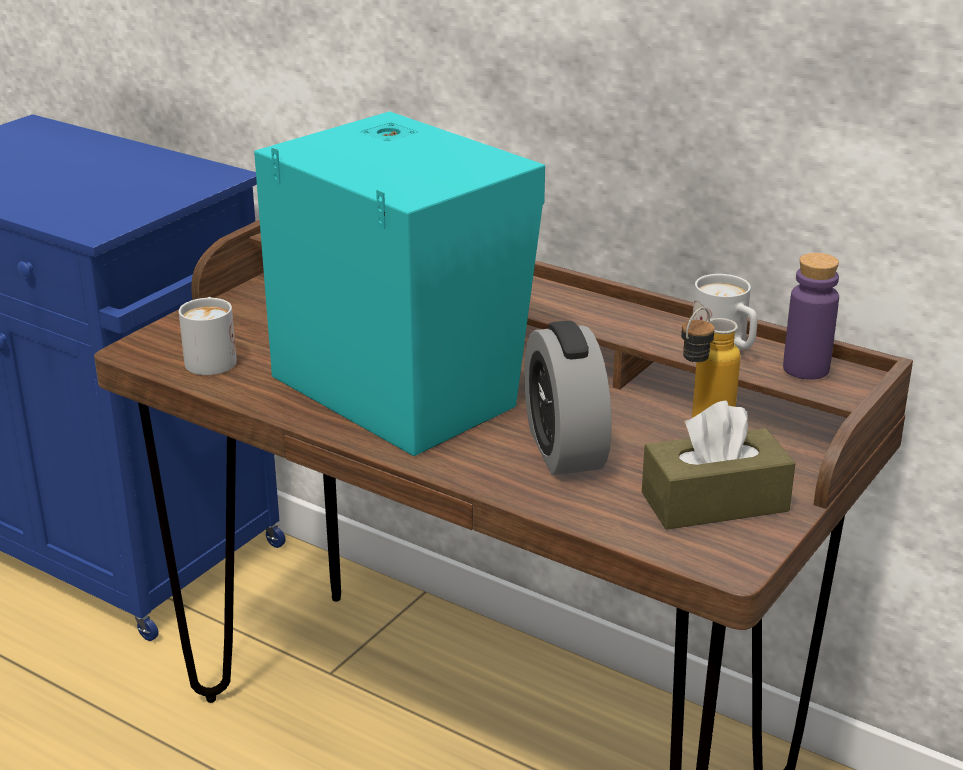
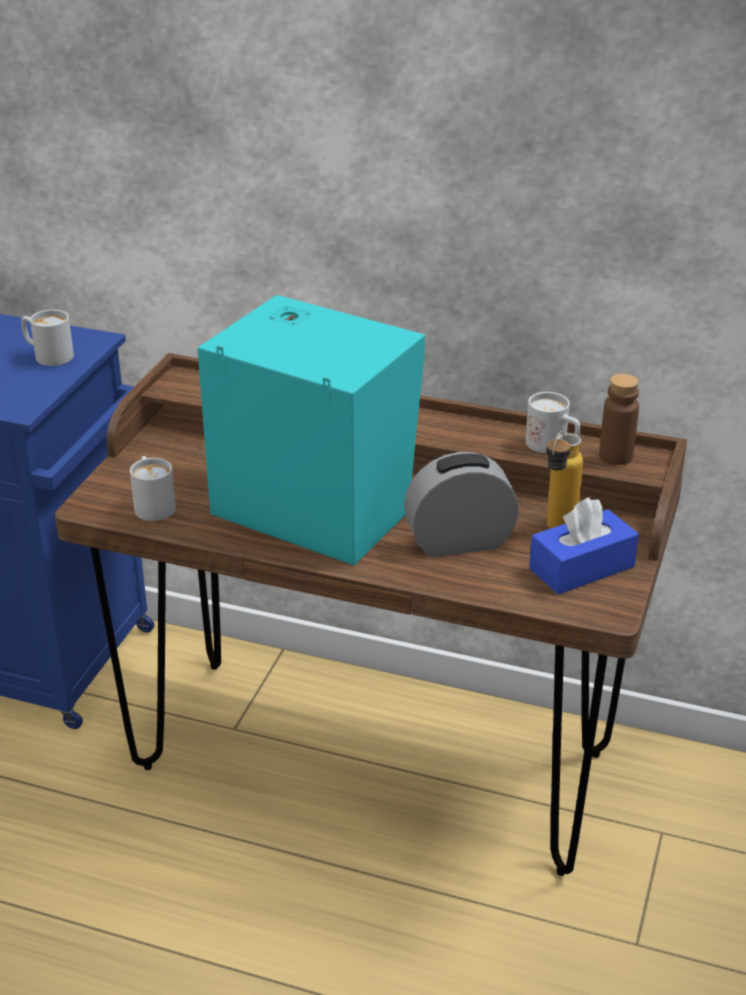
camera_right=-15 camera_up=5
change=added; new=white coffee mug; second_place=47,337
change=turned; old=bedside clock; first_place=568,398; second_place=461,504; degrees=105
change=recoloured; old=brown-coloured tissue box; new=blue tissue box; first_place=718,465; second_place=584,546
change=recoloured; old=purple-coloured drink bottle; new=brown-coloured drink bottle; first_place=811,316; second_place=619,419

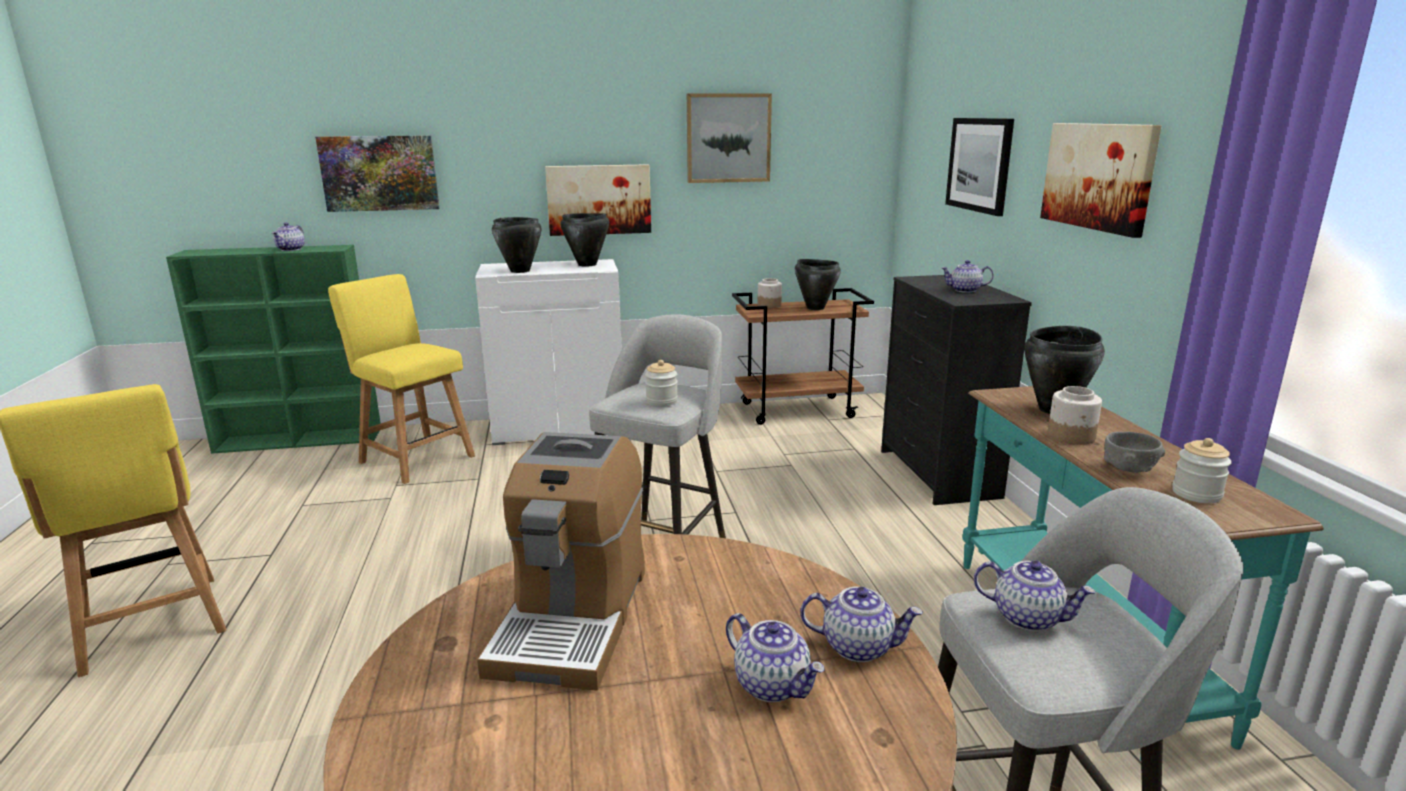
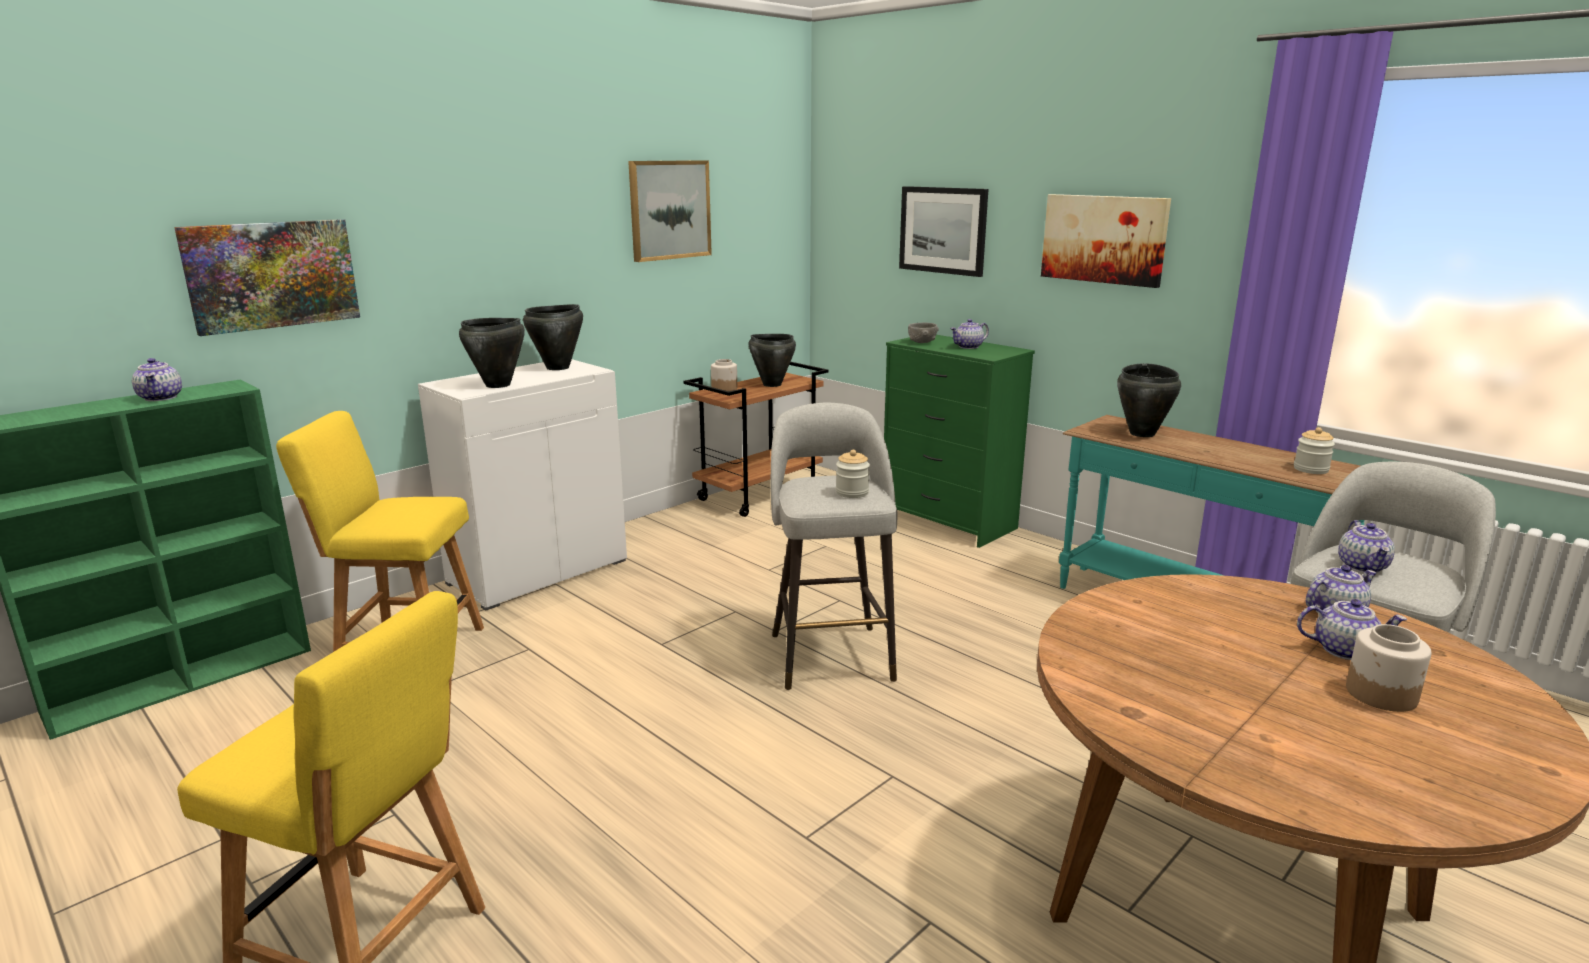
camera_right=-35 camera_up=0
change=recoloured; old=black chest of drawers; new=green-coloured chest of drawers; first_place=956,390; second_place=959,441
change=moved; old=gray deep dish; first_place=1135,452; second_place=923,332
change=turned; old=tea pot; first_place=1035,596; second_place=1366,546; degrees=105
change=moved; old=storage jar; first_place=1075,415; second_place=1389,668
change=removed; old=coffee maker; first_place=561,561
change=removed; old=picture; first_place=598,200

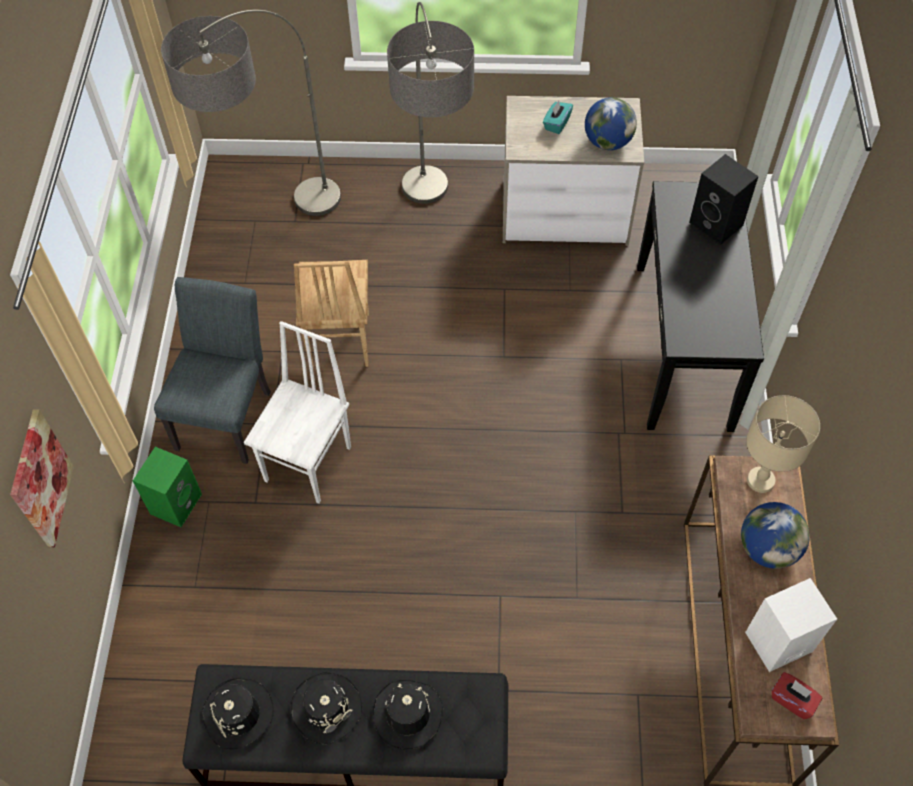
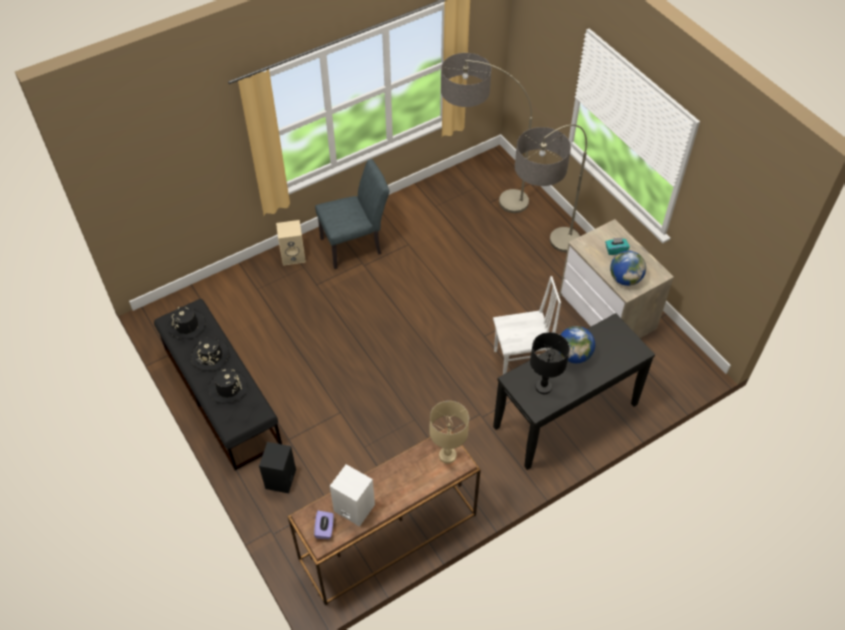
camera_right=55 camera_up=-5
change=moved; old=black loudspeaker; first_place=724,199; second_place=277,467
change=recoloured; old=green-coloured loudspeaker; new=sand-coloured loudspeaker; first_place=167,487; second_place=291,243
change=recoloured; old=red tissue box; new=purple-coloured tissue box; first_place=797,695; second_place=324,525
change=moved; old=white upright chair; first_place=297,412; second_place=527,325
change=added; new=black tabletop lamp; second_place=550,363
change=moved; old=world globe; first_place=775,535; second_place=577,344
change=removed; old=picture; first_place=42,478
change=removed; old=brown-coloured upright chair; first_place=331,314

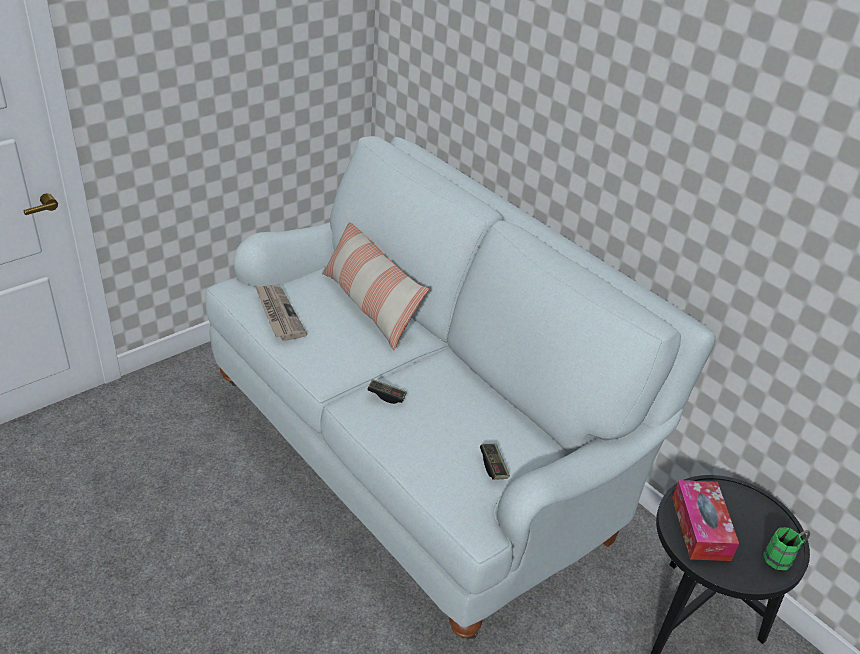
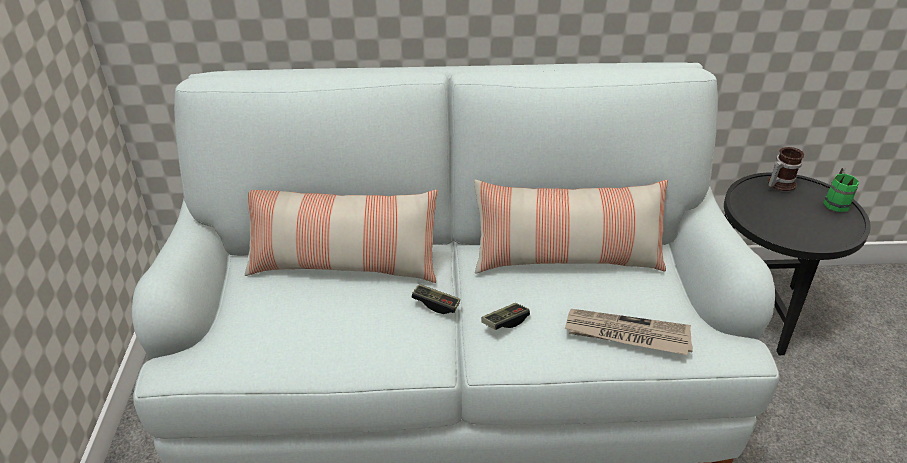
camera_right=-50 camera_up=0
change=moved; old=game controller; first_place=495,461; second_place=436,299
change=added; new=cushion; second_place=571,227
change=moved; old=newspaper; first_place=281,313; second_place=629,332
change=added; new=coffee mug; second_place=786,169
change=removed; old=tissue box; first_place=705,520

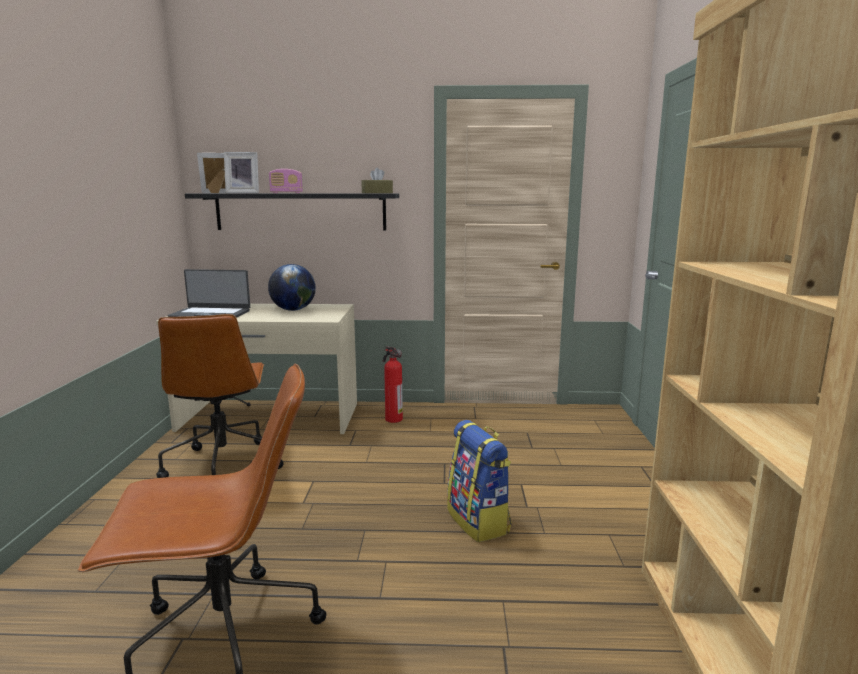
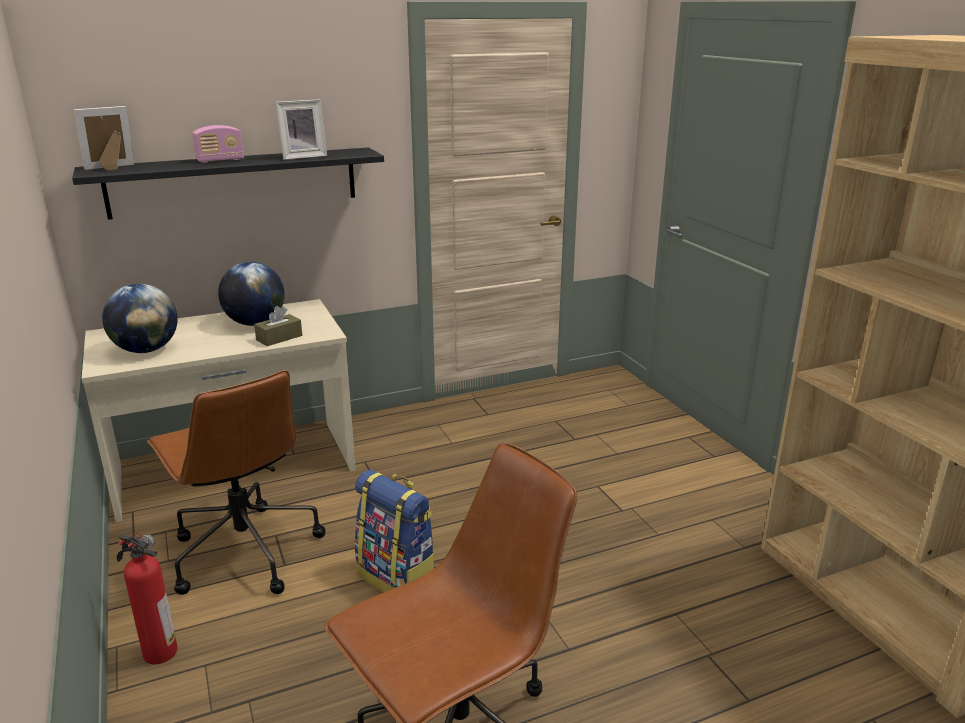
camera_right=-25 camera_up=10
change=replaced; old=portable computer; new=world globe; first_place=209,293; second_place=140,318
change=moved; old=fire extinguisher; first_place=393,384; second_place=147,598
change=moved; old=brown-coloured tissue box; first_place=377,180; second_place=278,326
change=moved; old=standing frame; first_place=241,172; second_place=301,129
change=moved; old=backpack; first_place=479,481; second_place=395,531

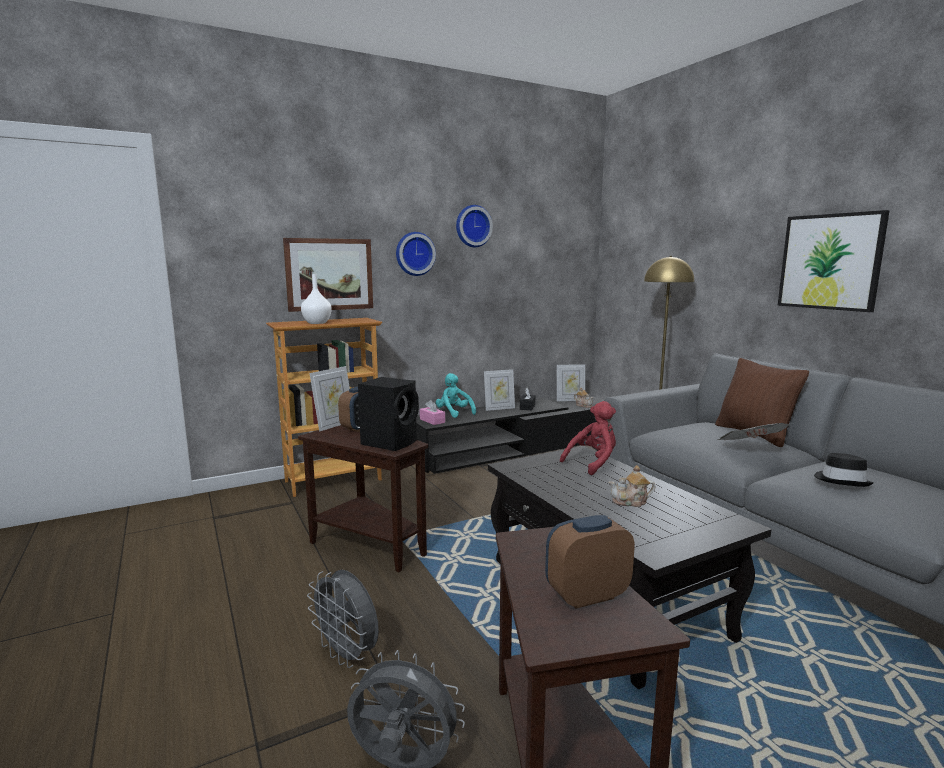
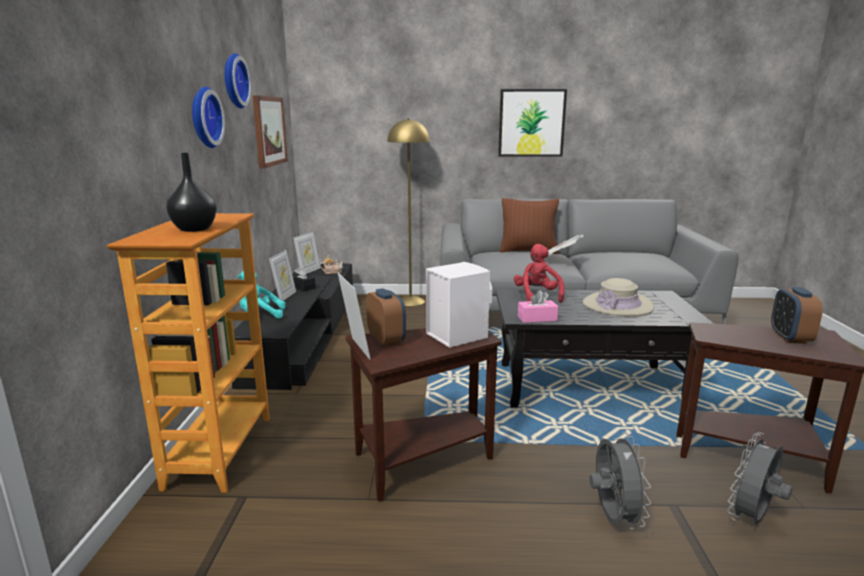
camera_right=-60 camera_up=5
change=recoloured; old=white decorative vase; new=black decorative vase; first_place=316,299; second_place=191,192
change=moved; old=picture; first_place=328,275; second_place=270,132
change=recoloured; old=black loudspeaker; new=white loudspeaker; first_place=388,414; second_place=459,305
change=moved; old=pinkish tissue box; first_place=432,412; second_place=538,306
change=replaced; old=tea pot; new=sand-coloured wearable hat; first_place=631,486; second_place=618,297
change=turned; old=gray fan; first_place=343,619; second_place=620,481; degrees=-75
change=removed; old=black wearable hat; first_place=844,470

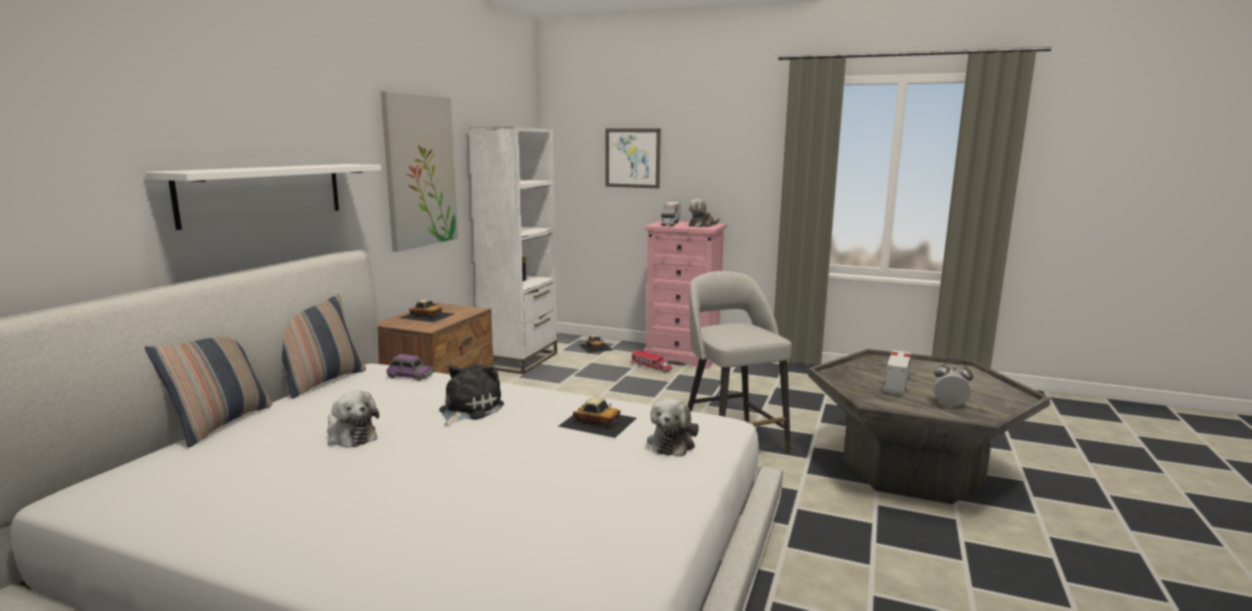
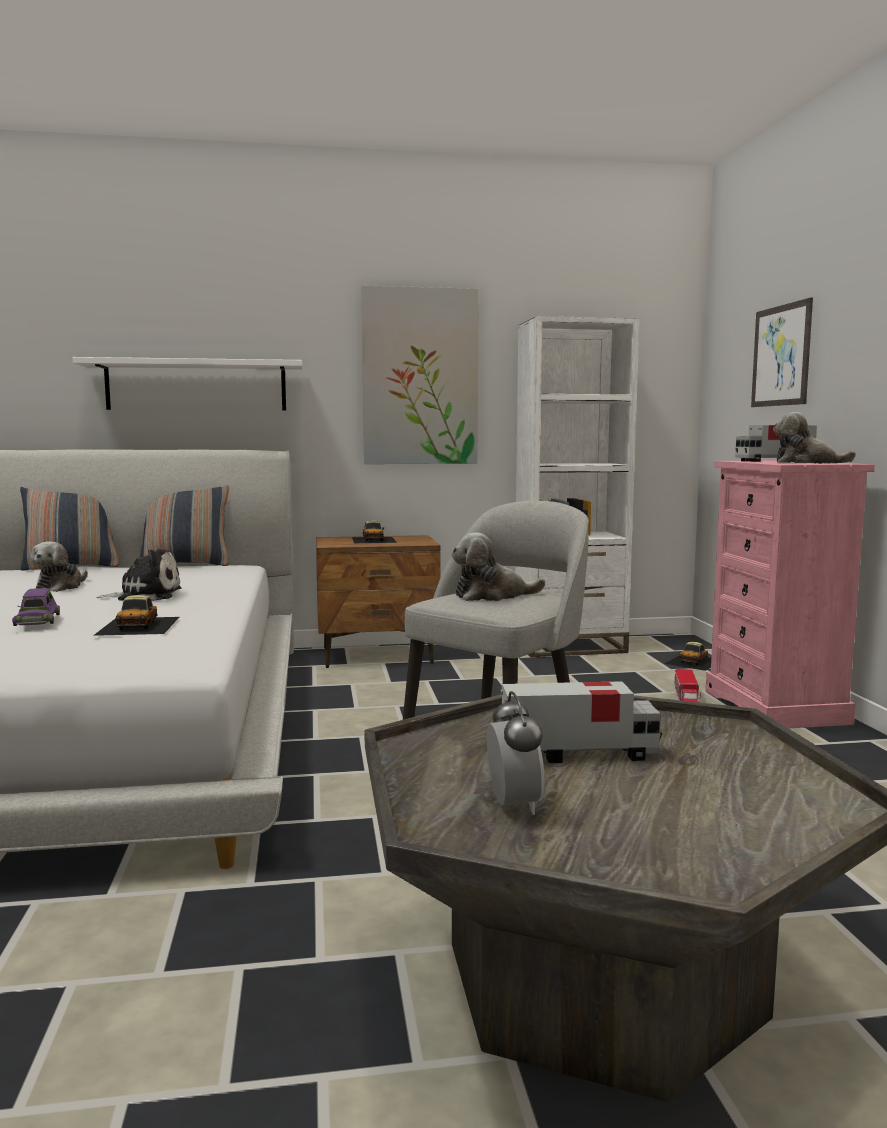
camera_right=60 camera_up=-5
change=moved; old=purple-coloured toy car; first_place=410,367; second_place=36,607
change=moved; old=plush toy; first_place=673,427; second_place=498,566

